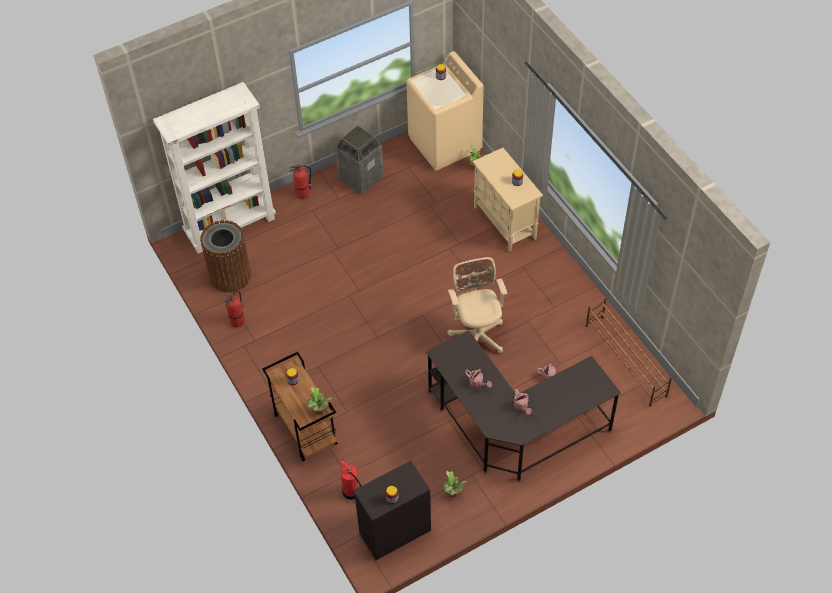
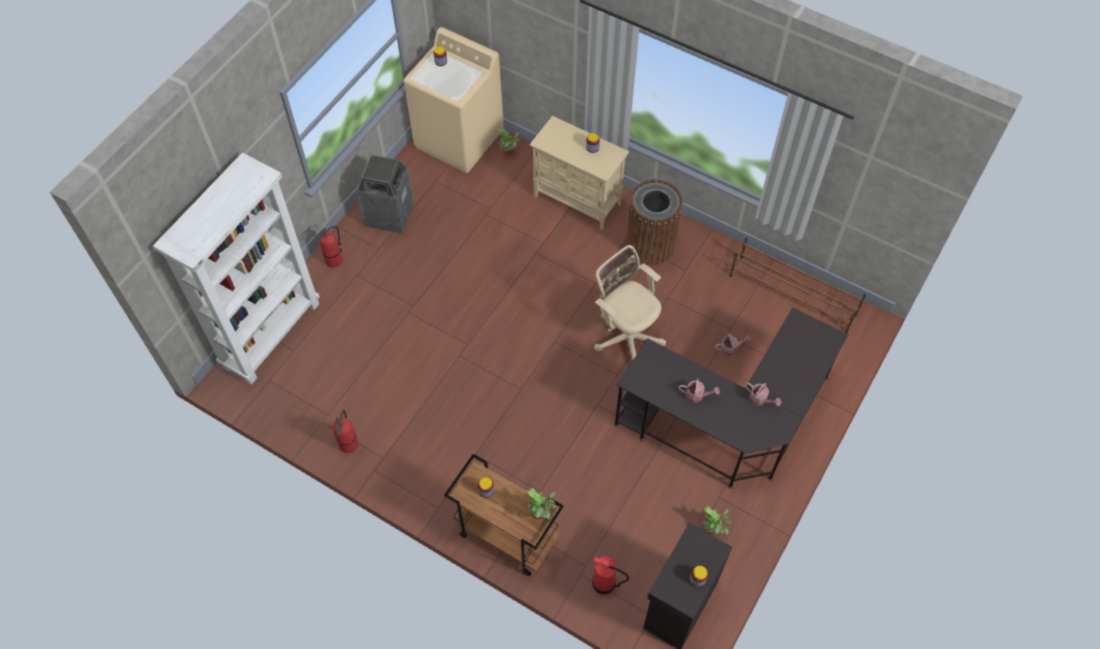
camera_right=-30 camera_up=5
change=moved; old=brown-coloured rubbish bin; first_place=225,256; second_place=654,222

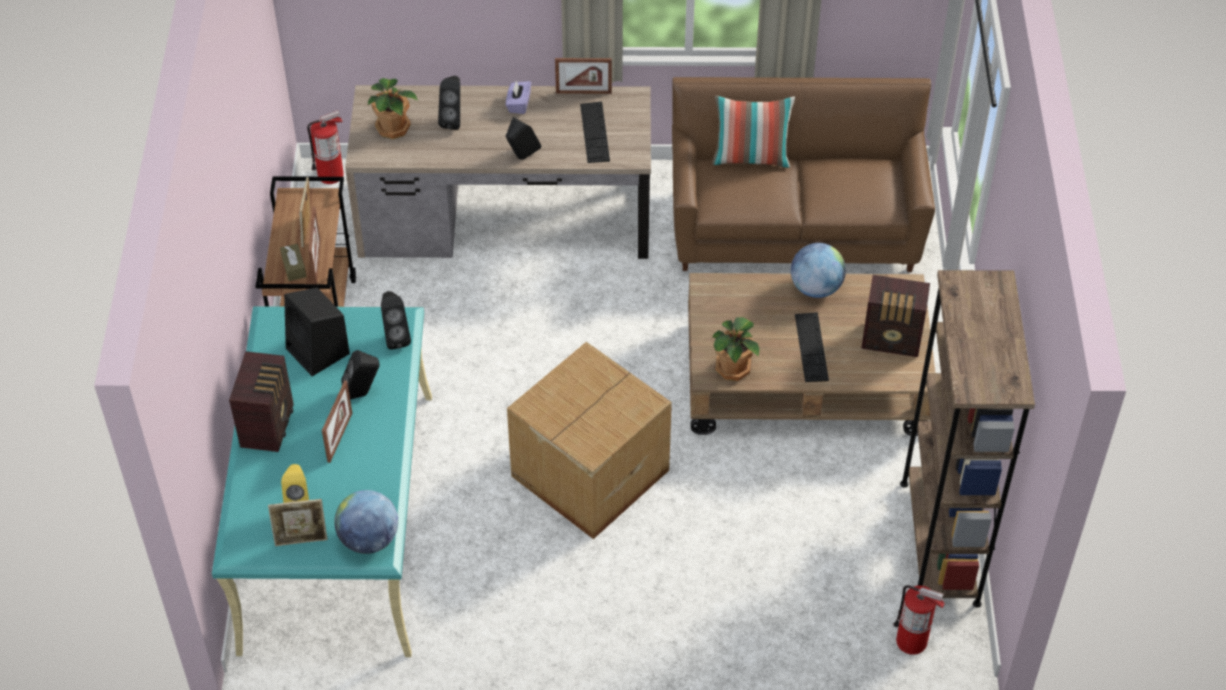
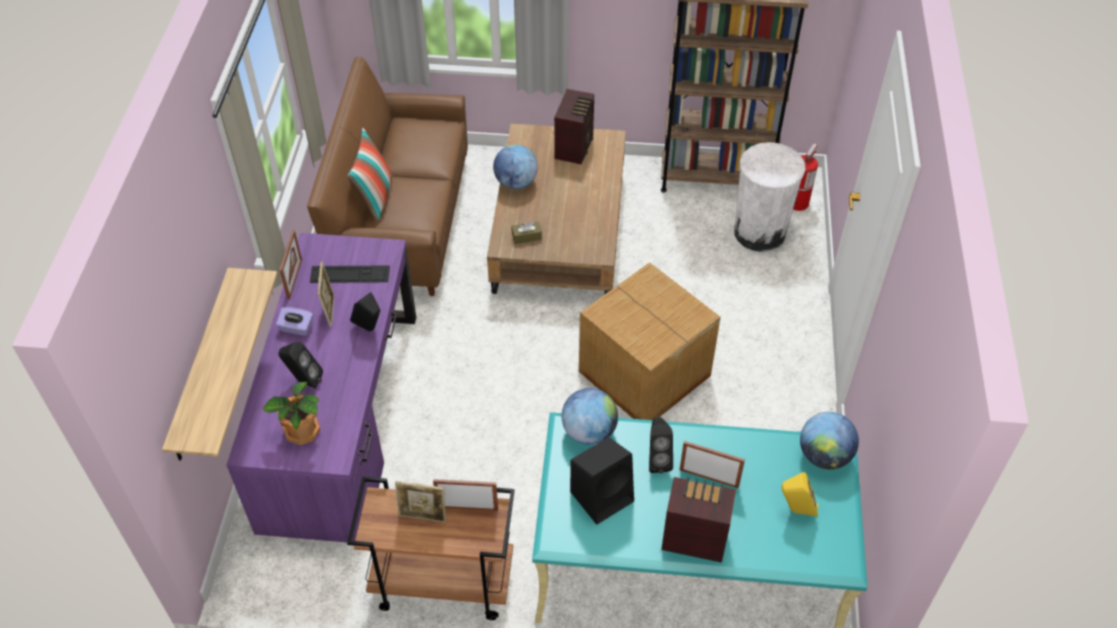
camera_right=-85 camera_up=0
change=added; new=bracket shelf; second_place=219,364
change=recoloured; old=brown-coloured desk unit; new=purple-coloured desk unit; first_place=498,172; second_place=321,387
change=moved; old=standing frame; first_place=298,522; second_place=326,294
change=moved; old=brown-coloured tissue box; first_place=293,262; second_place=527,232
change=replaced; old=black loudspeaker; new=world globe; first_place=396,320; second_place=590,416
change=added; new=white rubbish bin; second_place=770,197
change=removed; old=fire extinguisher; first_place=325,147
change=removed; old=potted plant; first_place=736,349
change=removed; old=keyboard; first_place=812,347

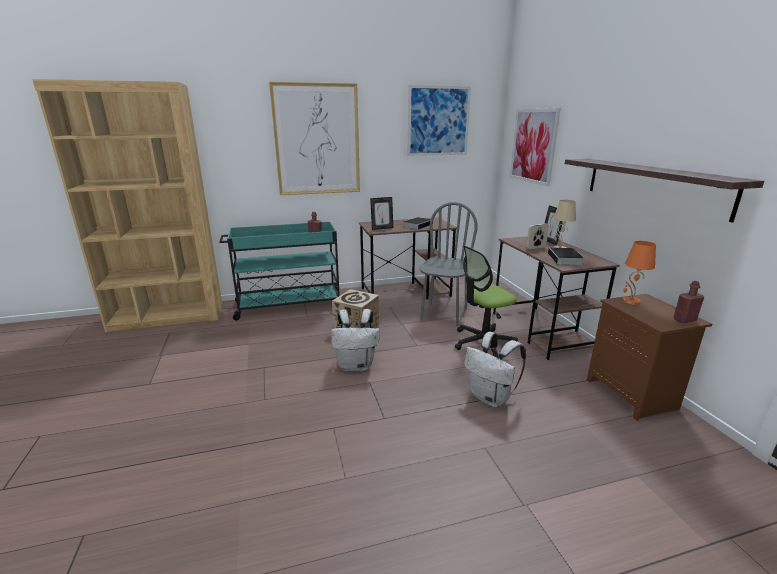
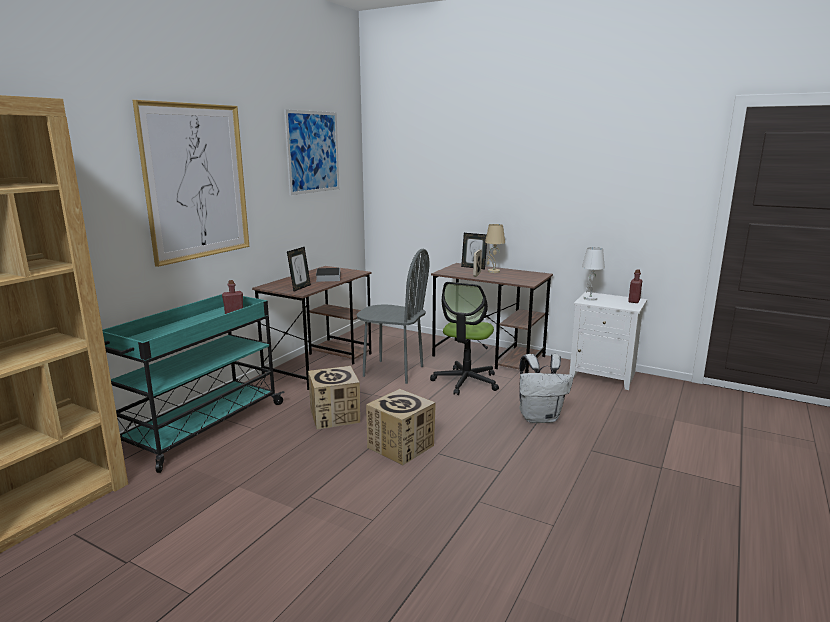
camera_right=-45 camera_up=-5
change=turned; old=gray upright chair; first_place=449,264; second_place=393,316; degrees=135
change=replaced; old=white backpack; new=packing box; first_place=355,340; second_place=401,427
change=recoloured; old=brown-coloured bedside table; new=white bedside table; first_place=649,357; second_place=608,341
change=recoloured; old=orange-coloured tabletop lamp; new=white tabletop lamp; first_place=639,273; second_place=593,274
change=removed; old=picture; first_place=535,147
change=removed; old=volume; first_place=566,257
change=removed; old=bracket shelf; first_place=664,191

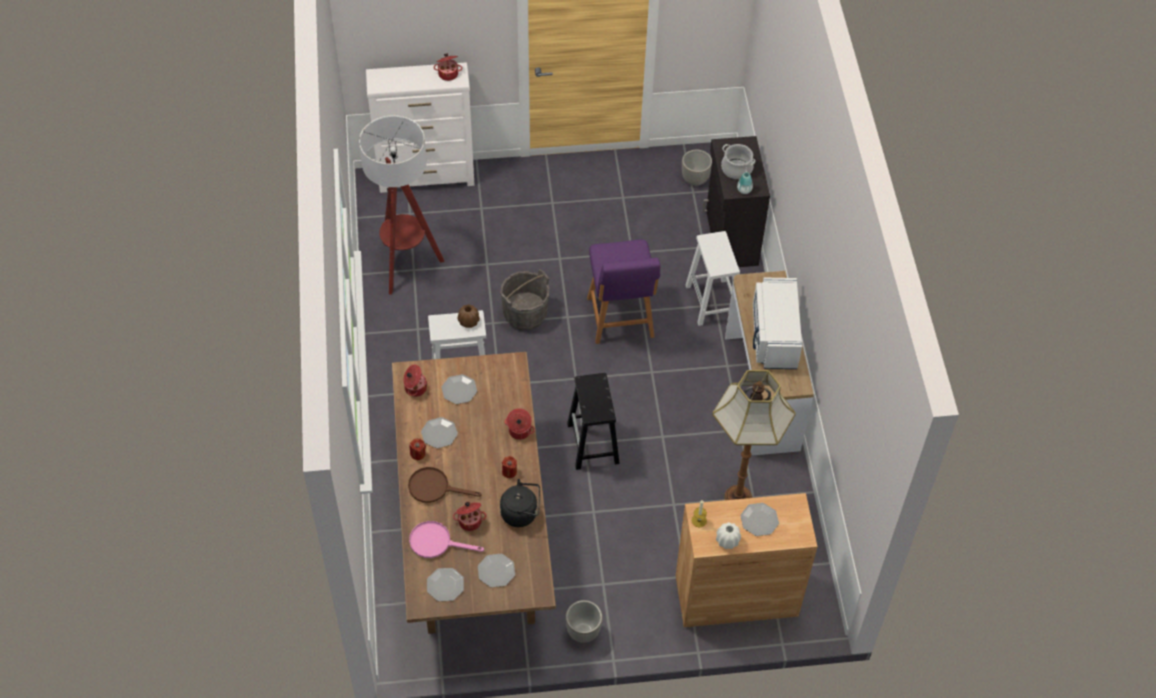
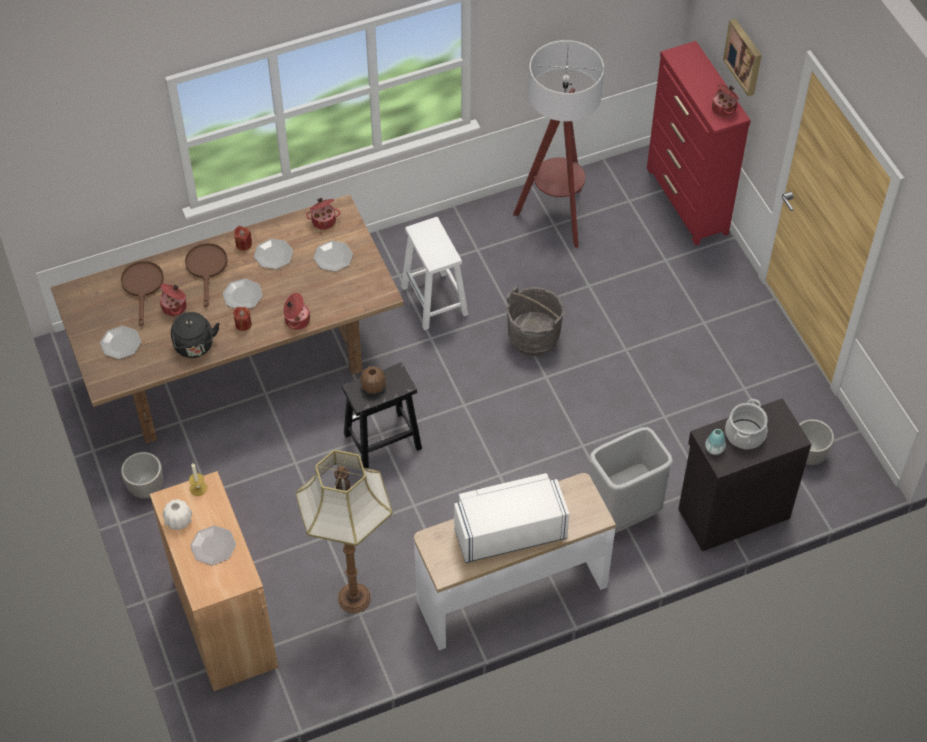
camera_right=75 camera_up=0
change=recoloured; old=pinkish skillet; new=brown-coloured skillet; first_place=446,539; second_place=142,293
change=moved; old=dinner plate; first_place=445,584; second_place=243,294
change=moved; old=brown-coloured decorative vase; first_place=469,316; second_place=373,380
change=replaced; old=white stool; new=gray rubbish bin; first_place=713,278; second_place=631,480
change=recoloured; old=white chest of drawers; new=red chest of drawers; first_place=420,127; second_place=699,143
change=added; new=picture; second_place=742,57
change=removed; old=purple-coloured upright chair; first_place=624,291

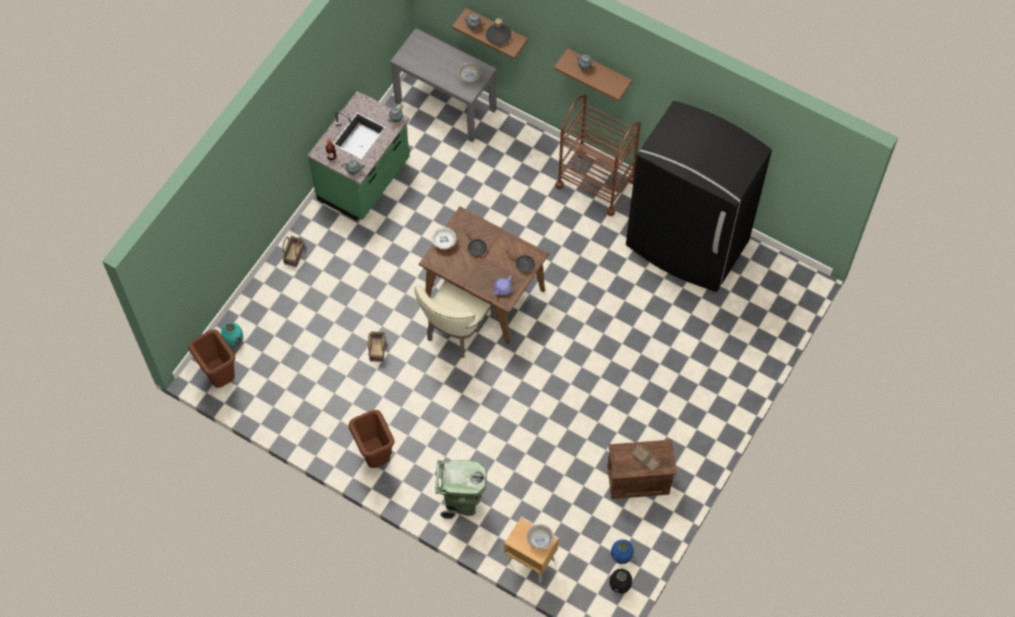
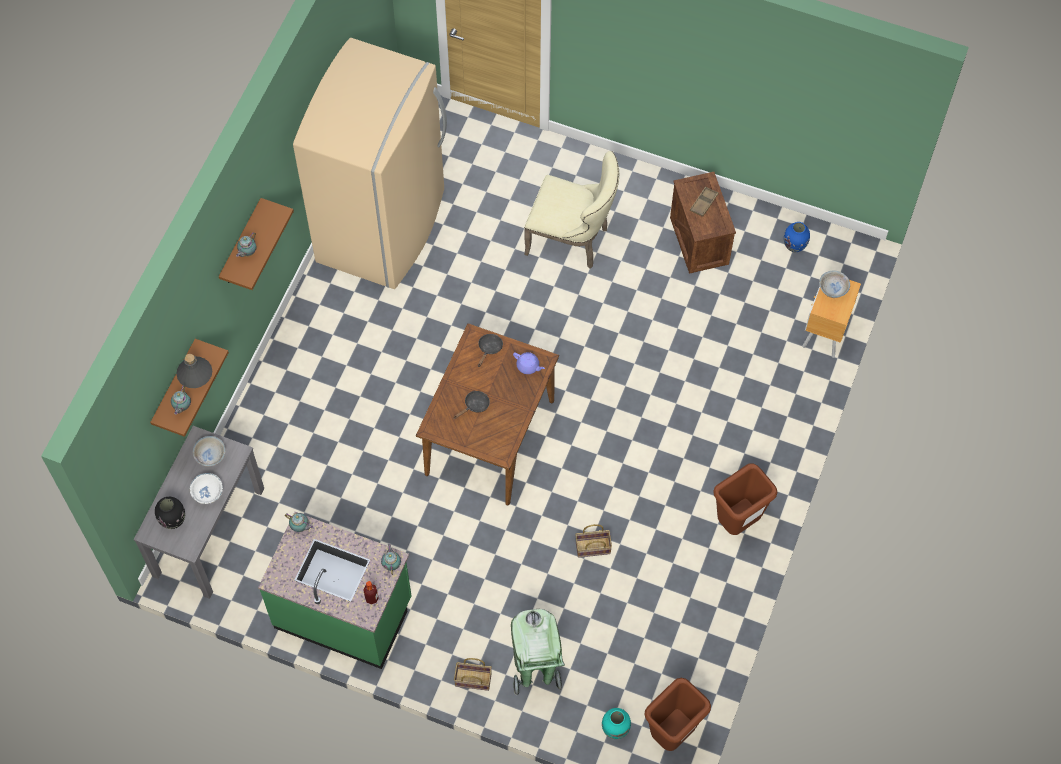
camera_right=-100 camera_up=0
change=moved; old=black decorative vase; first_place=620,581; second_place=170,513
change=moved; old=white deep dish; first_place=444,238; second_place=206,488
change=recoloured; old=black fridge; new=sand-coloured fridge; first_place=699,196; second_place=370,163
change=moved; old=green-coloured rubbish bin; first_place=461,489; second_place=538,652
change=moved; old=sand-coloured upright chair; first_place=456,319; second_place=571,210
change=removed; old=brown-coloured wheeled cart; first_place=598,155

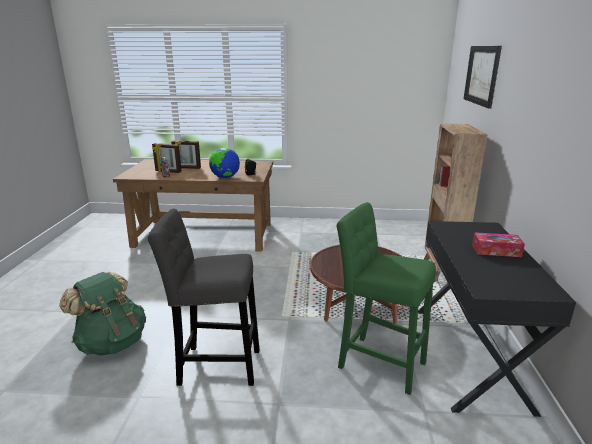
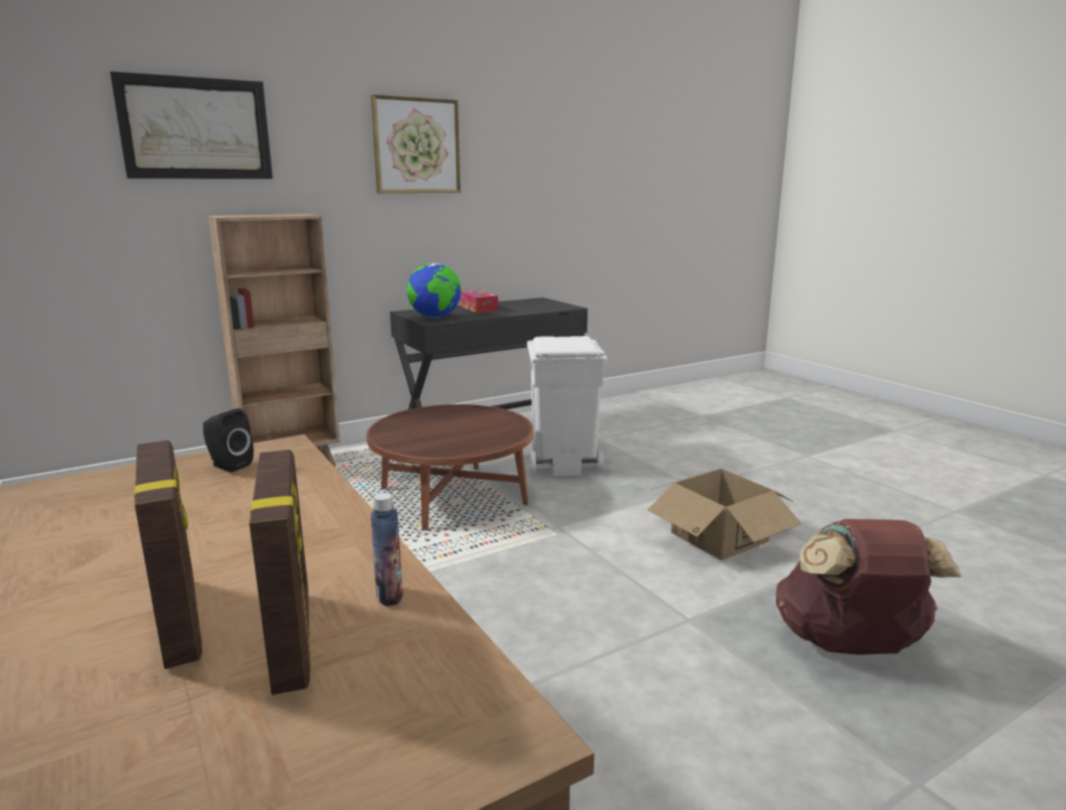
camera_right=-125 camera_up=-5
change=added; new=picture; second_place=416,144
change=moved; old=world globe; first_place=224,163; second_place=434,290
change=replaced; old=green-coloured stool; new=white rubbish bin; first_place=386,298; second_place=567,406
change=replaced; old=gray stool; new=packing box; first_place=203,297; second_place=725,514
change=recoloured; old=green-coloured backpack; new=brown-coloured backpack; first_place=103,313; second_place=869,587

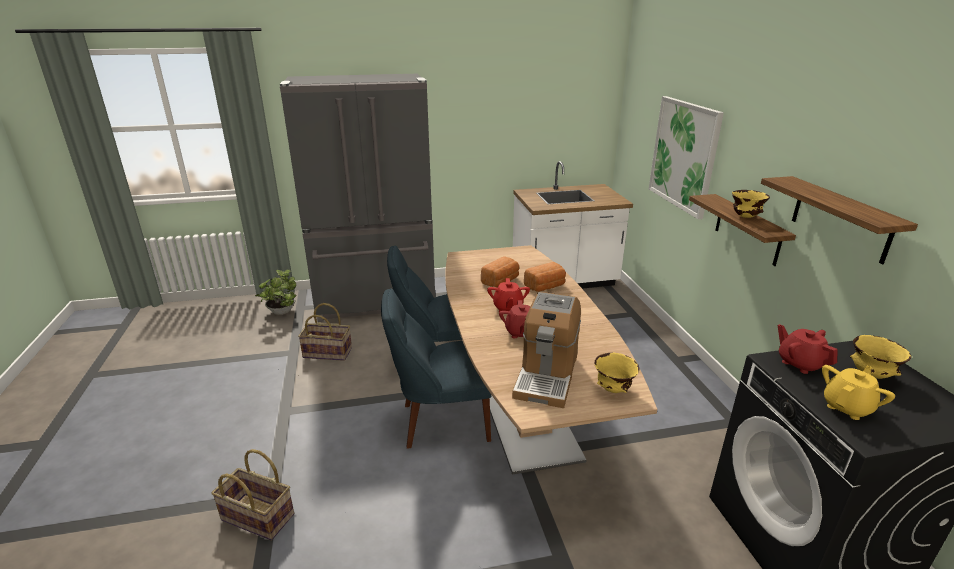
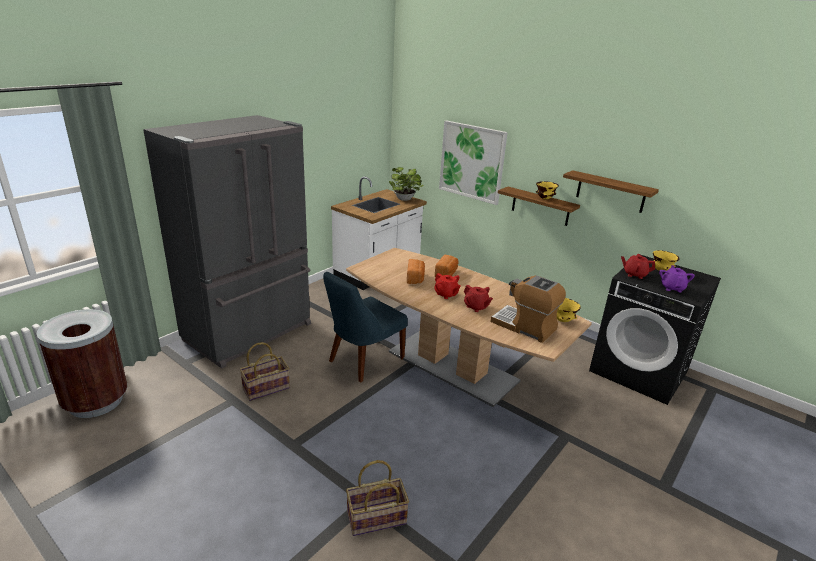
camera_right=-40 camera_up=0
change=added; new=brown-coloured rubbish bin; second_place=82,363
change=moved; old=potted plant; first_place=275,292; second_place=406,184
change=turned; old=coffee maker; first_place=546,350; second_place=528,309; degrees=150
change=recoloured; old=yellow tea pot; new=purple-coloured tea pot; first_place=858,392; second_place=677,279
change=removed; old=blue upright chair; first_place=436,368

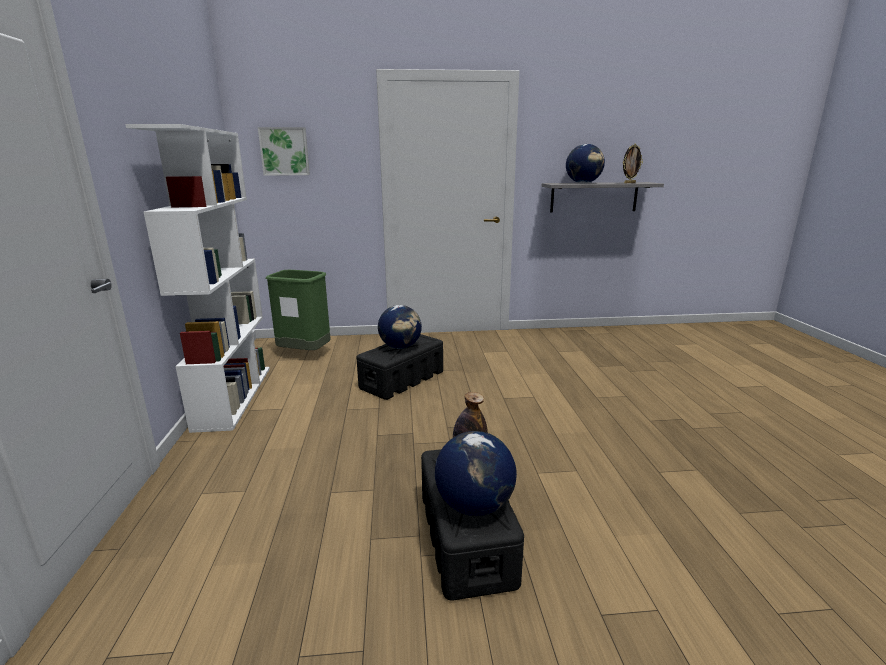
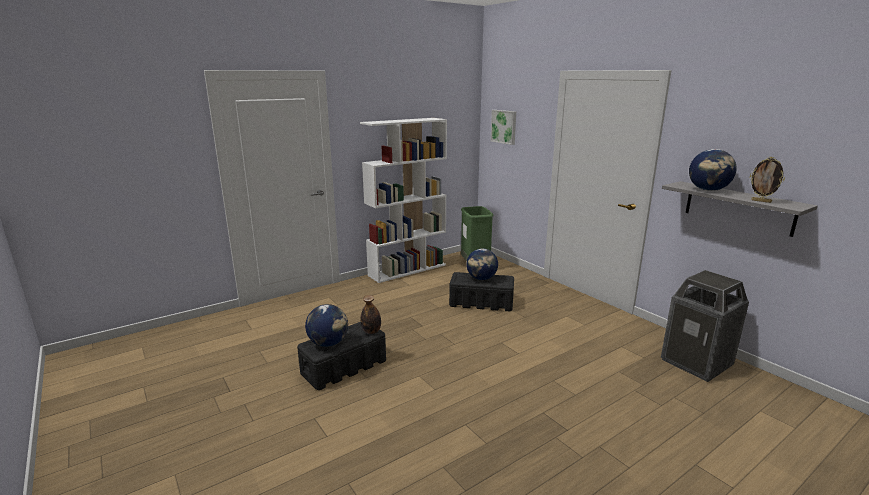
camera_right=60 camera_up=0
change=added; new=rubbish bin; second_place=705,326

